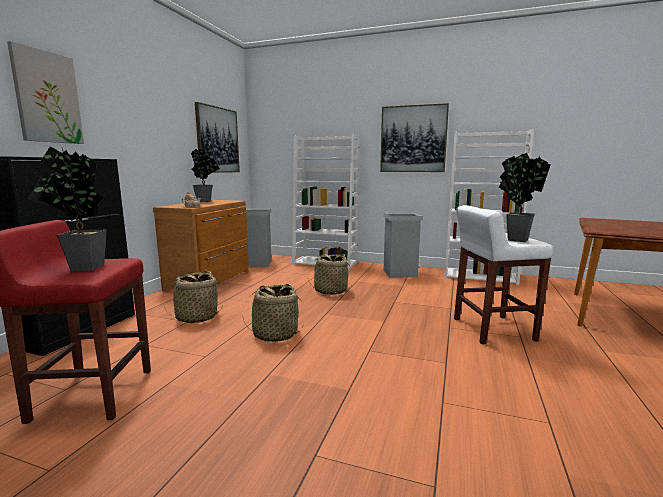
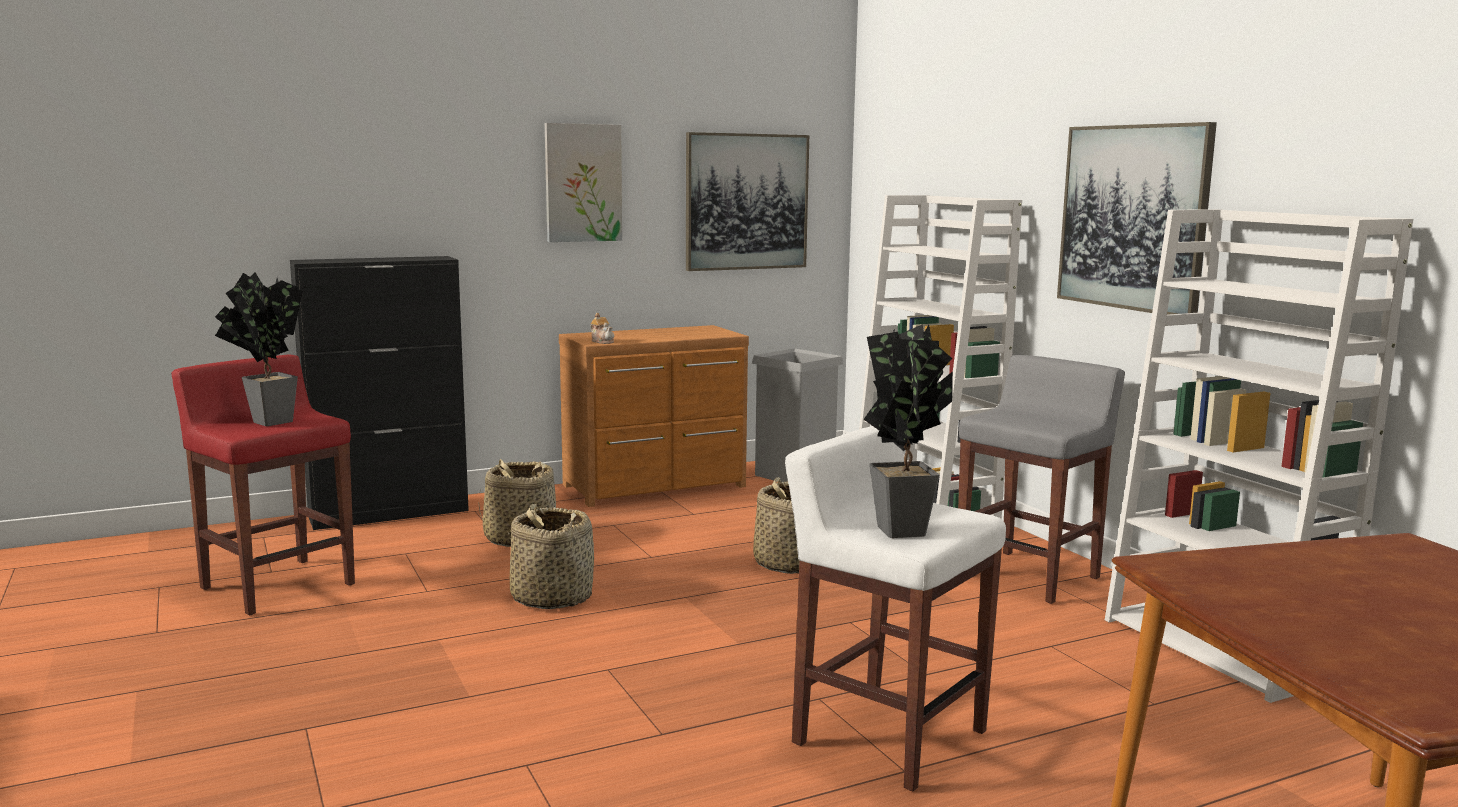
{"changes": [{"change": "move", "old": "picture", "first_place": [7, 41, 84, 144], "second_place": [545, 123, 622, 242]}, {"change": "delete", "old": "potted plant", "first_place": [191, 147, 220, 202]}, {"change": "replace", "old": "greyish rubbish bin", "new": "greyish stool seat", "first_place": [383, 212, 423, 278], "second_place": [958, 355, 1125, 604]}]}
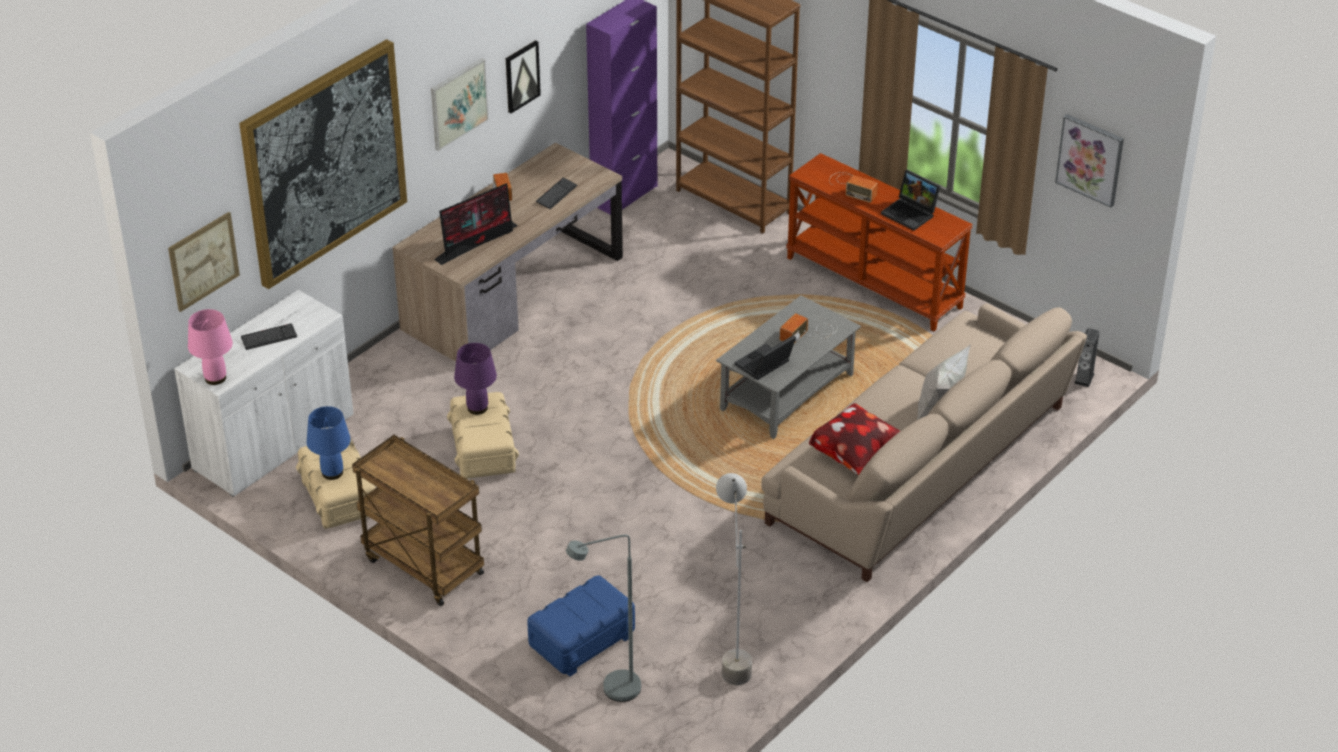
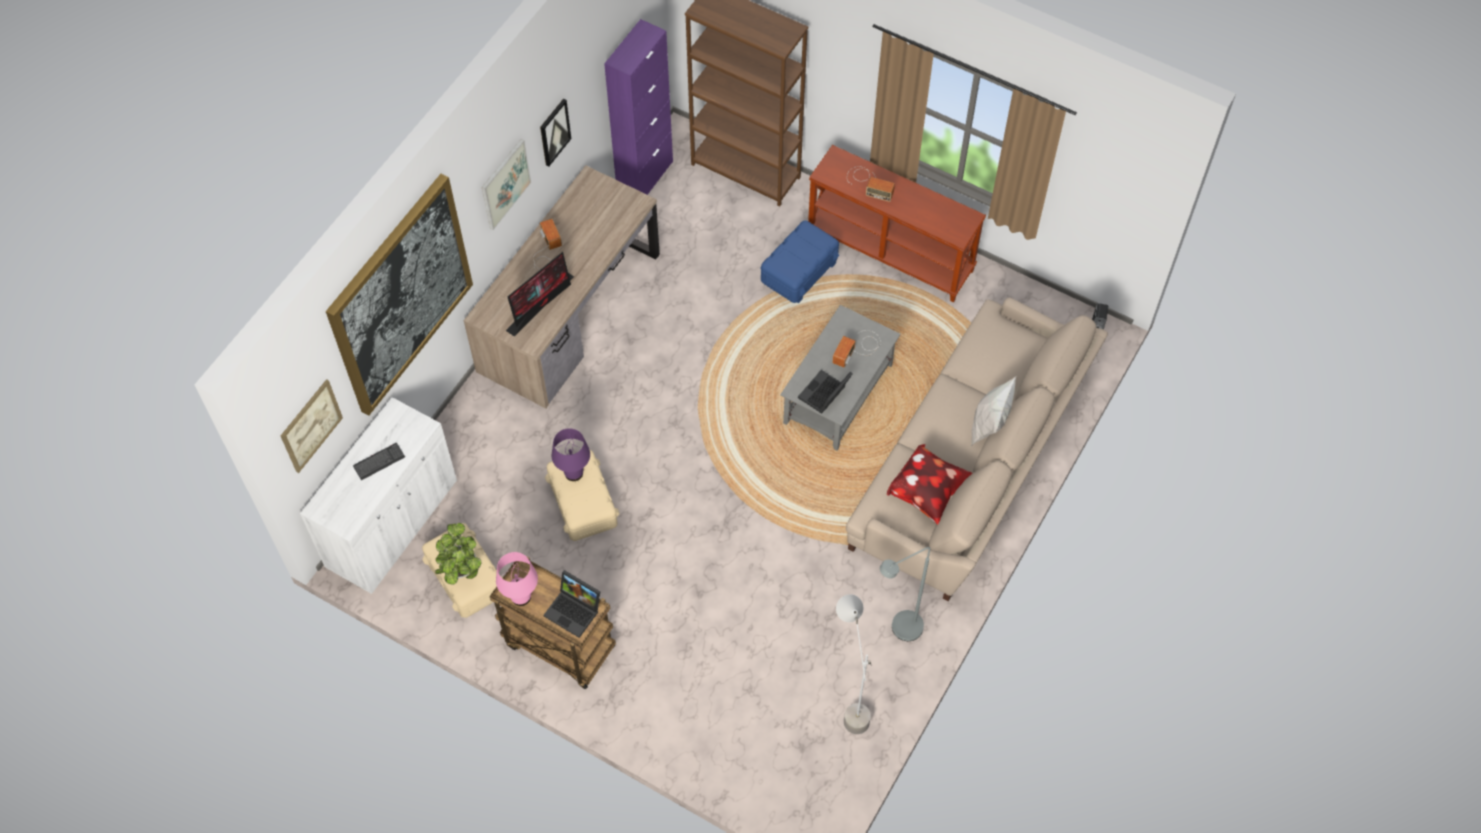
{"changes": [{"change": "delete", "old": "picture", "first_place": [1055, 114, 1124, 208]}, {"change": "move", "old": "notebook computer", "first_place": [881, 170, 941, 231], "second_place": [543, 570, 600, 638]}, {"change": "delete", "old": "keyboard", "first_place": [536, 178, 577, 209]}, {"change": "move", "old": "pink lamp for a table", "first_place": [188, 309, 233, 385], "second_place": [496, 552, 538, 606]}, {"change": "replace", "old": "blue lamp for a table", "new": "potted plant", "first_place": [307, 406, 351, 480], "second_place": [435, 523, 481, 585]}, {"change": "move", "old": "greyish standing lamp", "first_place": [566, 535, 641, 702], "second_place": [880, 547, 930, 641]}, {"change": "move", "old": "blue storage container", "first_place": [527, 575, 635, 677], "second_place": [760, 220, 839, 303]}]}
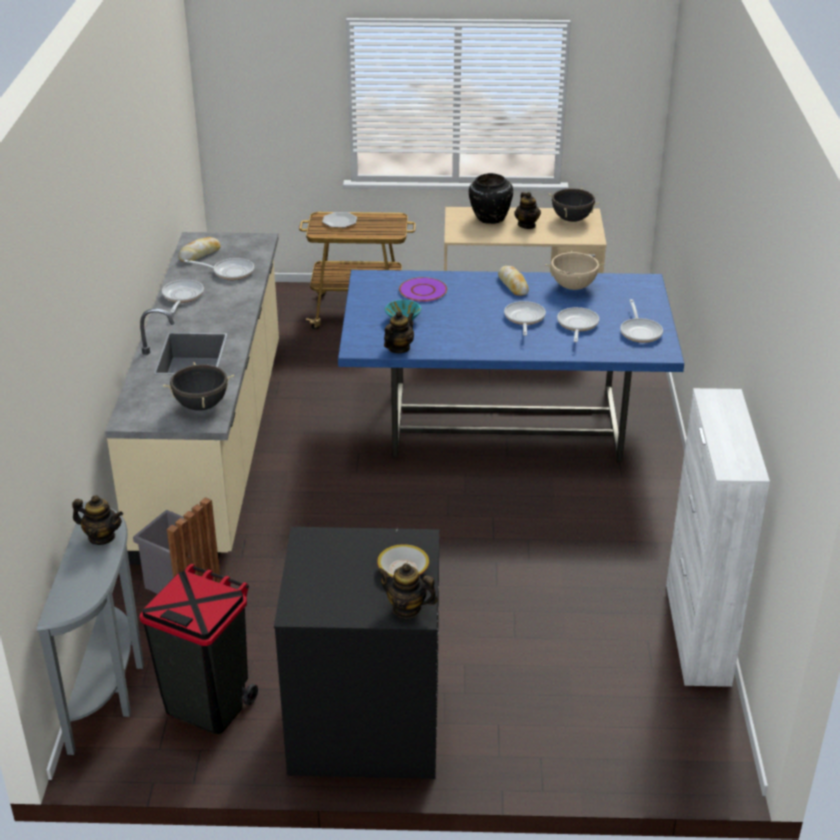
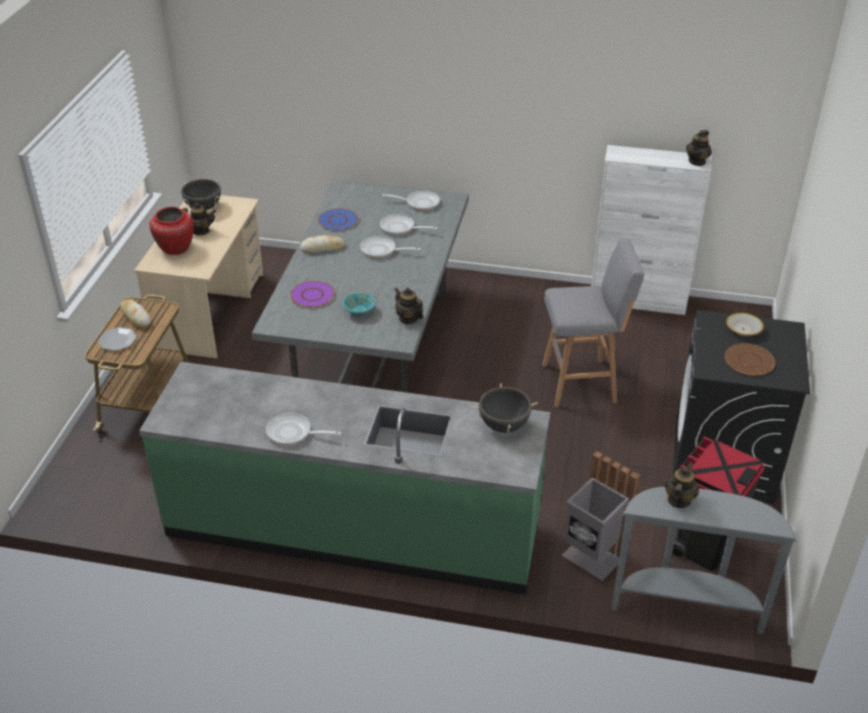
{"changes": [{"change": "recolor", "old": "black-coloured flower vase", "new": "red flower vase", "first_place": [469, 173, 513, 224], "second_place": [150, 207, 194, 255]}, {"change": "recolor", "old": "beige-coloured kitchen counter", "new": "green-coloured kitchen counter", "first_place": [105, 232, 279, 565], "second_place": [139, 362, 551, 595]}, {"change": "move", "old": "baked bread", "first_place": [179, 237, 221, 262], "second_place": [121, 300, 151, 327]}, {"change": "replace", "old": "beige-coloured stockpot", "new": "blue dinner plate", "first_place": [545, 250, 605, 290], "second_place": [318, 208, 358, 231]}, {"change": "delete", "old": "frying pan", "first_place": [184, 258, 254, 280]}, {"change": "recolor", "old": "blue dinner table", "new": "greyish dinner table", "first_place": [338, 270, 684, 462], "second_place": [252, 180, 469, 392]}, {"change": "move", "old": "tea pot", "first_place": [378, 563, 438, 618], "second_place": [686, 130, 712, 166]}, {"change": "insert", "new": "greyish stool seat", "second_place": [542, 238, 644, 407]}, {"change": "insert", "new": "brownish dinner plate", "second_place": [725, 344, 775, 376]}]}
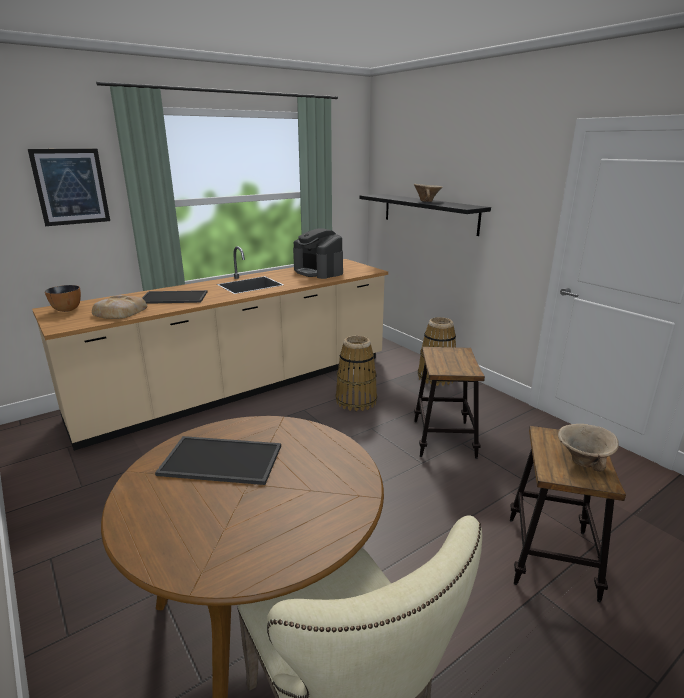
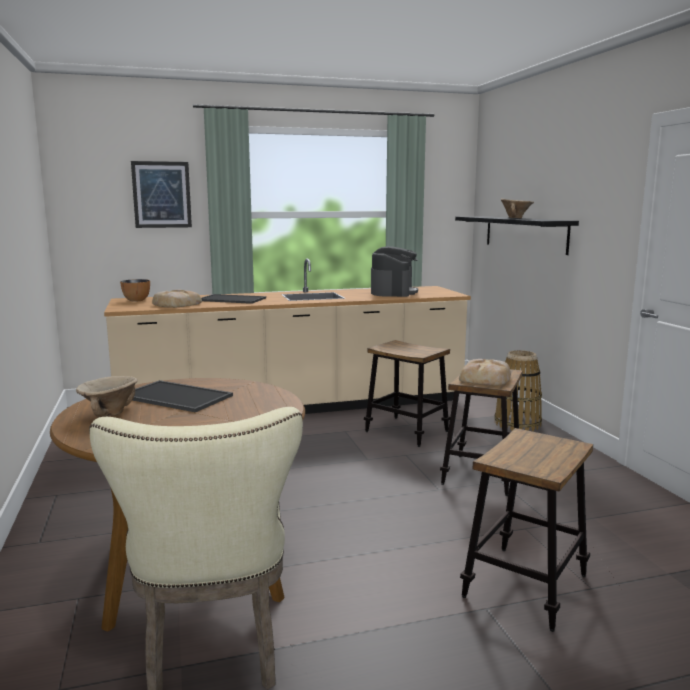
{"changes": [{"change": "rotate", "old": "coffee brewer", "first_place": [293, 228, 343, 279], "second_place": [371, 246, 418, 297], "degrees": -150}, {"change": "replace", "old": "storage basket", "new": "stool seat", "first_place": [335, 336, 377, 411], "second_place": [364, 340, 450, 447]}, {"change": "move", "old": "beige-coloured deep dish", "first_place": [558, 424, 619, 472], "second_place": [76, 376, 138, 417]}, {"change": "insert", "new": "baked bread", "second_place": [459, 359, 511, 386]}]}
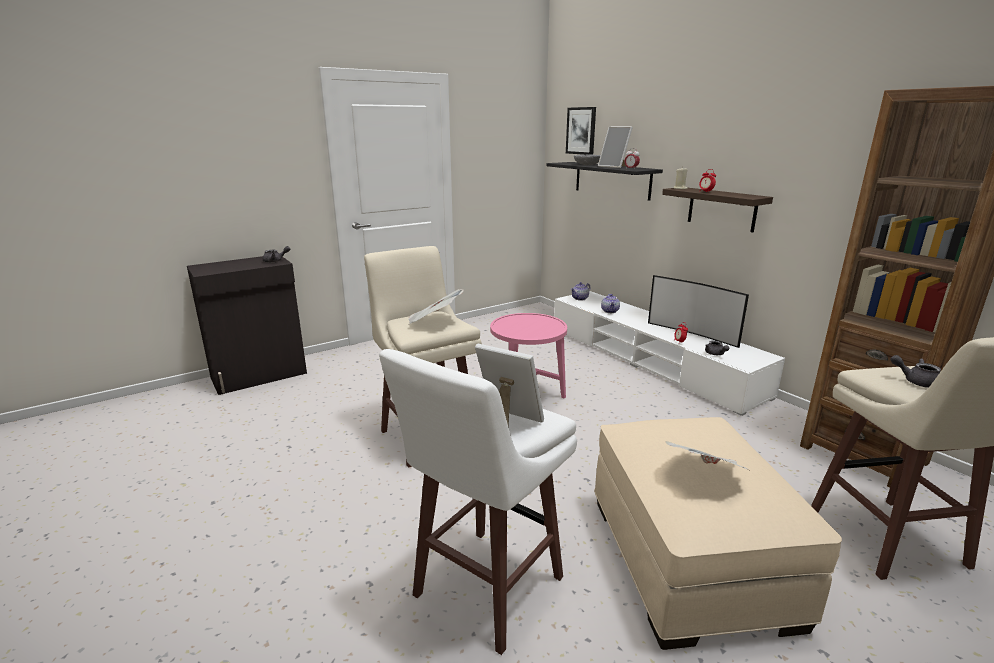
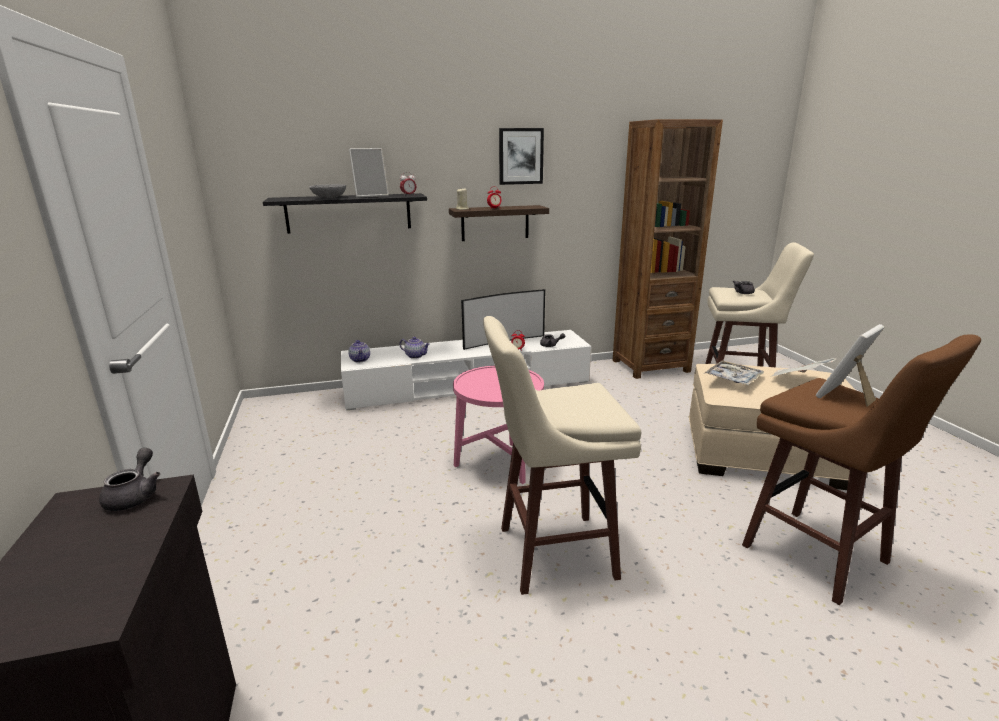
{"changes": [{"change": "move", "old": "picture", "first_place": [566, 107, 596, 155], "second_place": [499, 128, 544, 185]}, {"change": "delete", "old": "daily paper", "first_place": [408, 289, 463, 325]}, {"change": "recolor", "old": "whitish stool seat", "new": "brownish stool seat", "first_place": [379, 349, 577, 655], "second_place": [742, 334, 981, 605]}, {"change": "insert", "new": "serving tray", "second_place": [705, 361, 764, 385]}]}
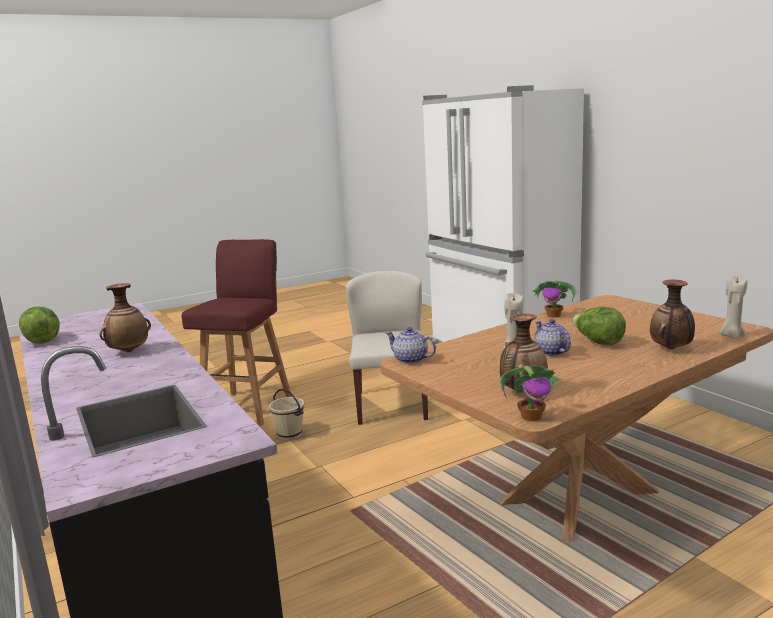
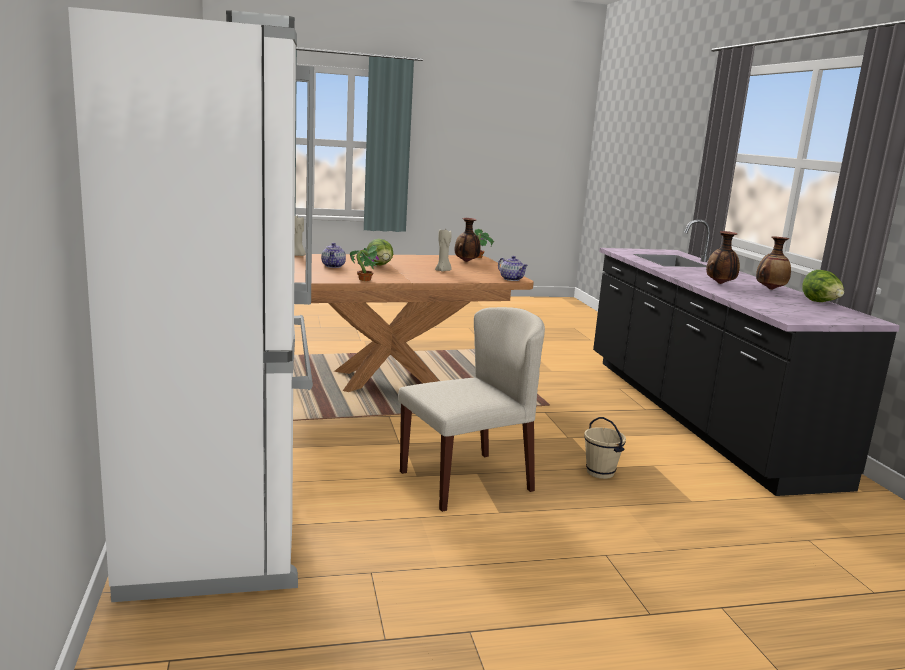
{"changes": [{"change": "delete", "old": "red stool seat", "first_place": [181, 239, 292, 426]}, {"change": "rotate", "old": "beige-coloured chair", "first_place": [346, 271, 428, 425], "second_place": [398, 307, 545, 512], "degrees": -135}, {"change": "move", "old": "flower vase", "first_place": [650, 279, 695, 349], "second_place": [756, 236, 791, 290]}, {"change": "move", "old": "tea pot", "first_place": [534, 319, 571, 356], "second_place": [321, 243, 346, 268]}]}
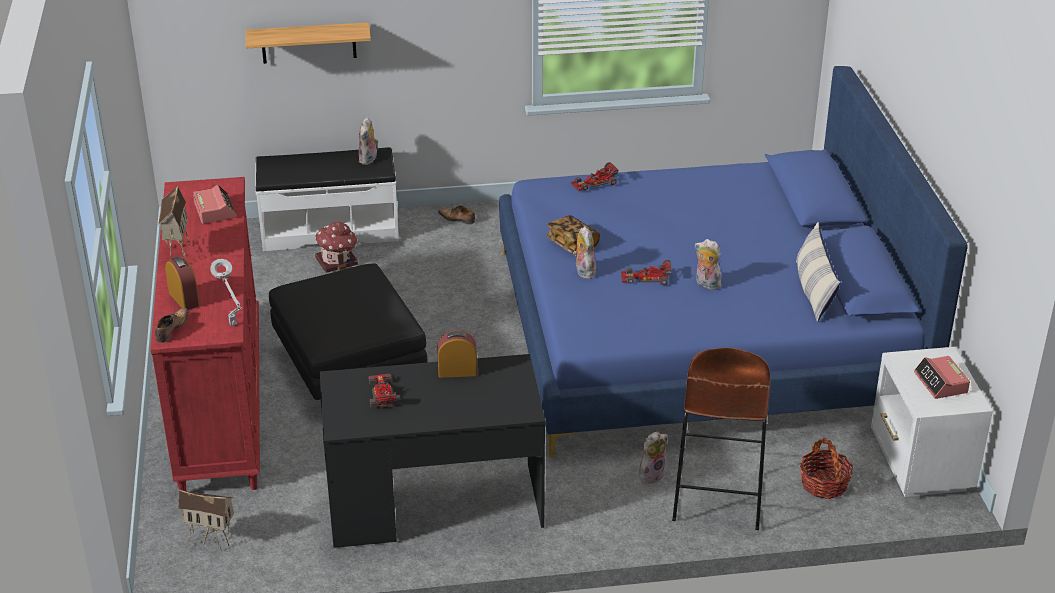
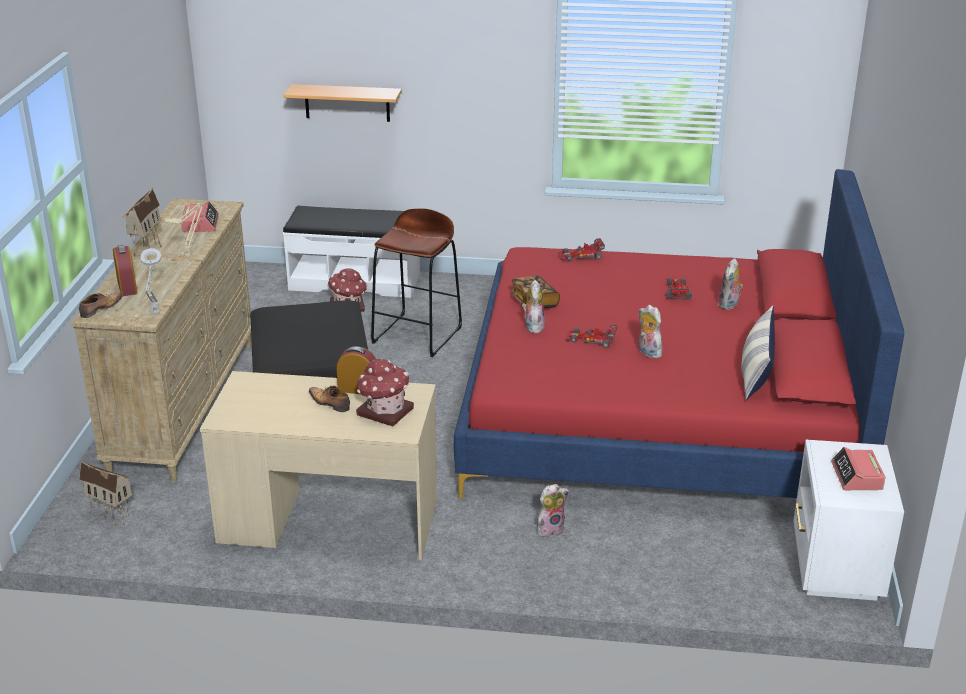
{"changes": [{"change": "recolor", "old": "blue bed", "new": "red bed", "first_place": [499, 66, 968, 458], "second_place": [454, 169, 904, 499]}, {"change": "move", "old": "soft toy", "first_place": [359, 117, 378, 165], "second_place": [718, 258, 743, 310]}, {"change": "recolor", "old": "red dresser", "new": "beige-coloured dresser", "first_place": [150, 177, 260, 491], "second_place": [71, 199, 251, 482]}, {"change": "move", "old": "item of footwear", "first_place": [438, 205, 475, 224], "second_place": [309, 386, 350, 412]}, {"change": "move", "old": "brownish stool seat", "first_place": [672, 347, 771, 530], "second_place": [371, 208, 462, 357]}, {"change": "recolor", "old": "black-coloured desk table", "new": "beige-coloured desk table", "first_place": [320, 354, 545, 548], "second_place": [200, 371, 437, 560]}, {"change": "move", "old": "toy car", "first_place": [368, 373, 401, 408], "second_place": [666, 278, 692, 300]}, {"change": "delete", "old": "storage basket", "first_place": [800, 438, 853, 499]}, {"change": "insert", "new": "beige-coloured lamp for a table", "second_place": [163, 203, 203, 256]}, {"change": "insert", "new": "model house", "second_place": [356, 358, 414, 426]}]}
